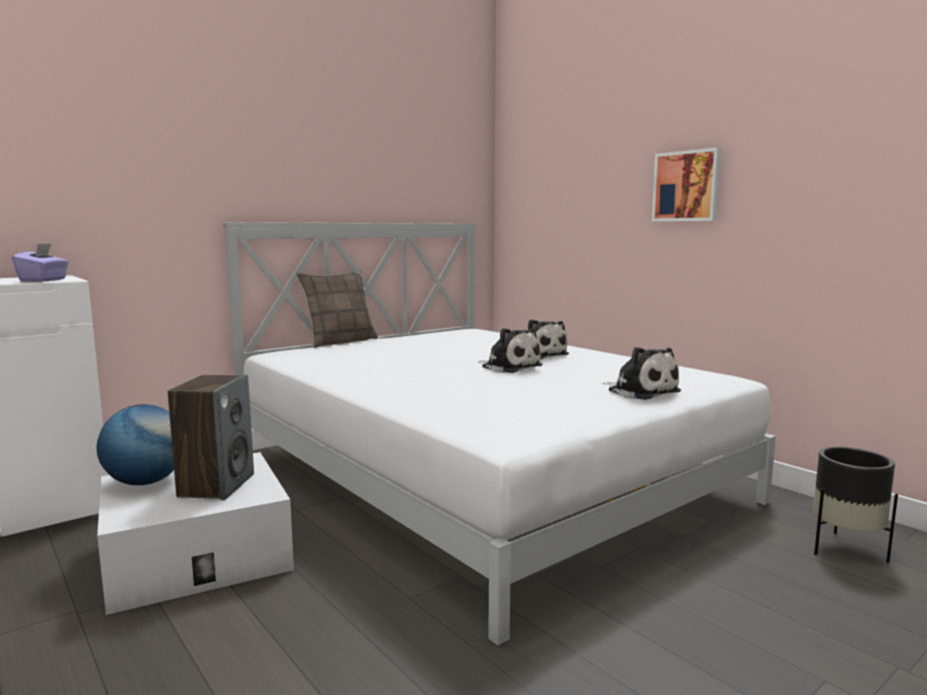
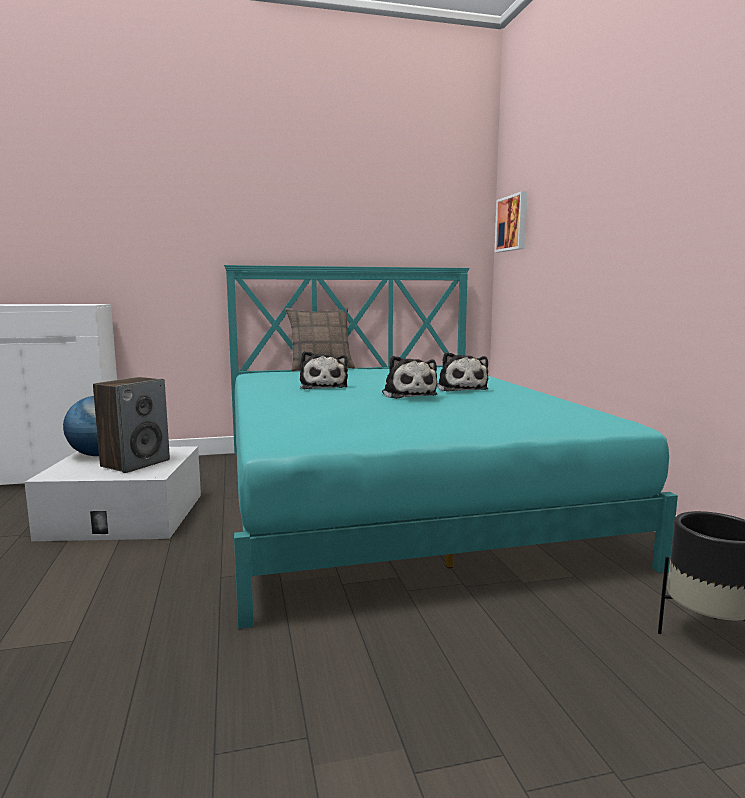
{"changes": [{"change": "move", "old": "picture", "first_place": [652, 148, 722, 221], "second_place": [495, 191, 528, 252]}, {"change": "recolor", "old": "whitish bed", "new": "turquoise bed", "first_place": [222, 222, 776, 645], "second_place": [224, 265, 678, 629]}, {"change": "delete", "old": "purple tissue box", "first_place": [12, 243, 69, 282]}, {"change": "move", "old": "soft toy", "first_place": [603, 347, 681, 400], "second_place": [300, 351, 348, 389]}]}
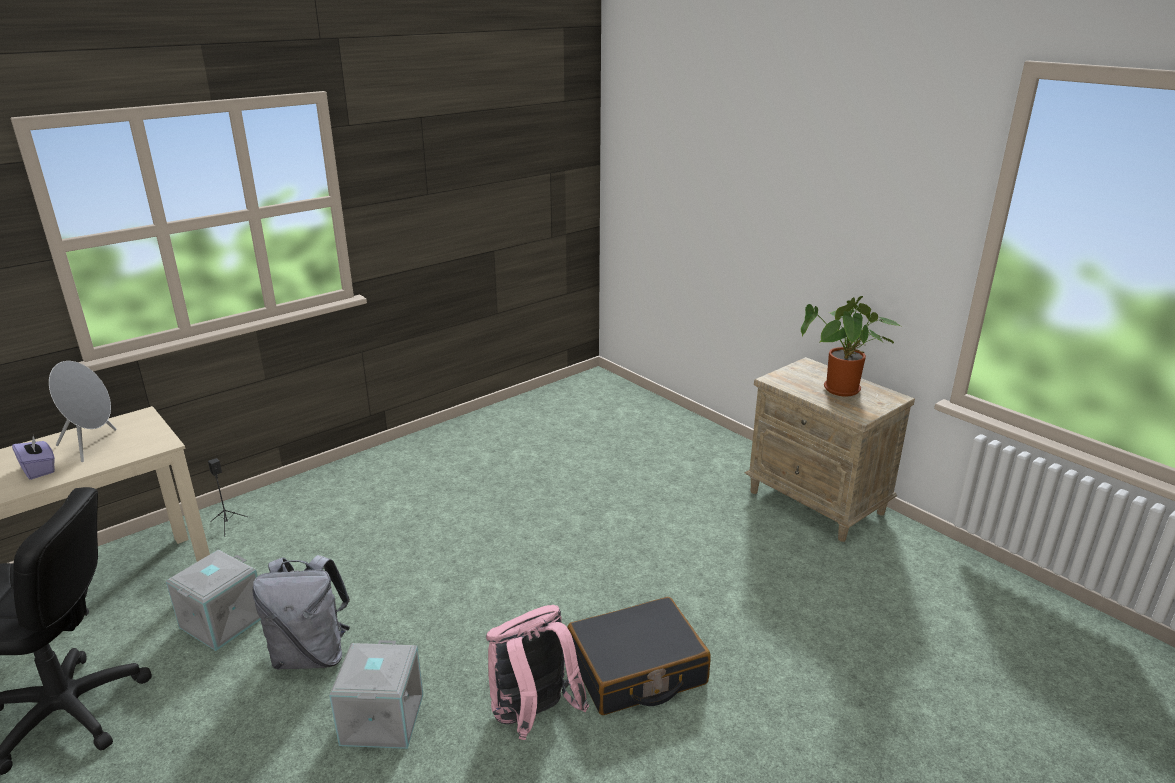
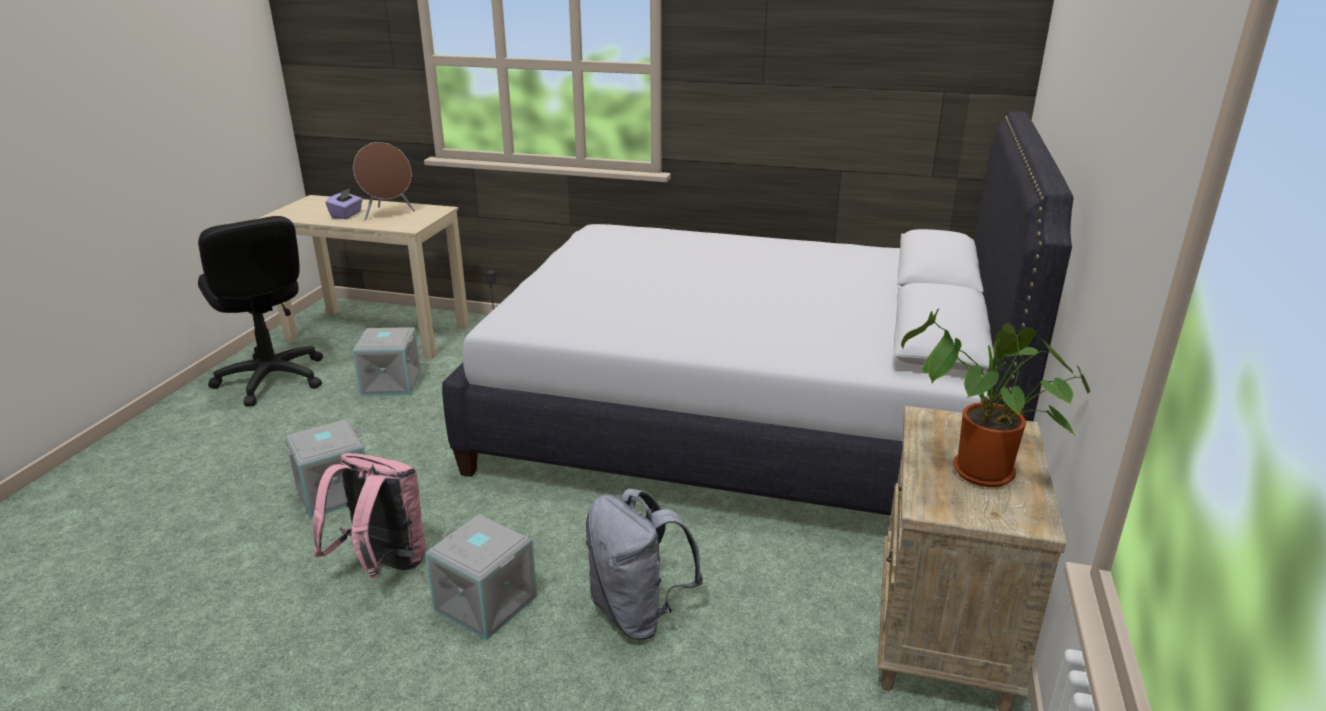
{"changes": [{"change": "recolor", "old": "greyish loudspeaker", "new": "brownish loudspeaker", "first_place": [49, 361, 117, 462], "second_place": [353, 142, 415, 220]}, {"change": "move", "old": "greyish knapsack", "first_place": [252, 555, 350, 670], "second_place": [586, 488, 703, 640]}, {"change": "replace", "old": "black-coloured suitcase", "new": "greyish storage container", "first_place": [568, 597, 711, 715], "second_place": [425, 514, 537, 640]}, {"change": "insert", "new": "whitish bed", "second_place": [442, 112, 1074, 516]}]}
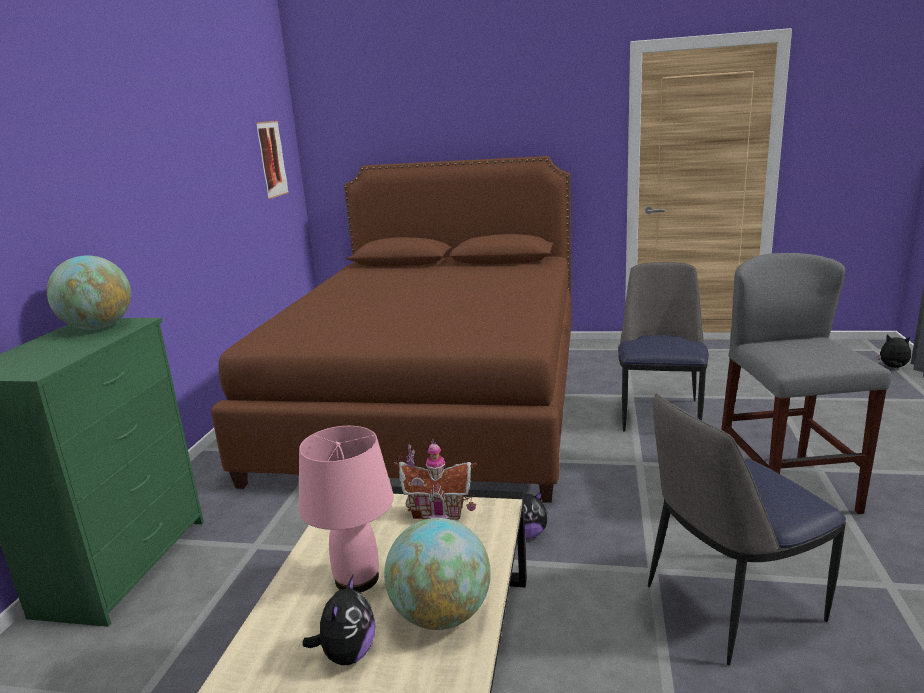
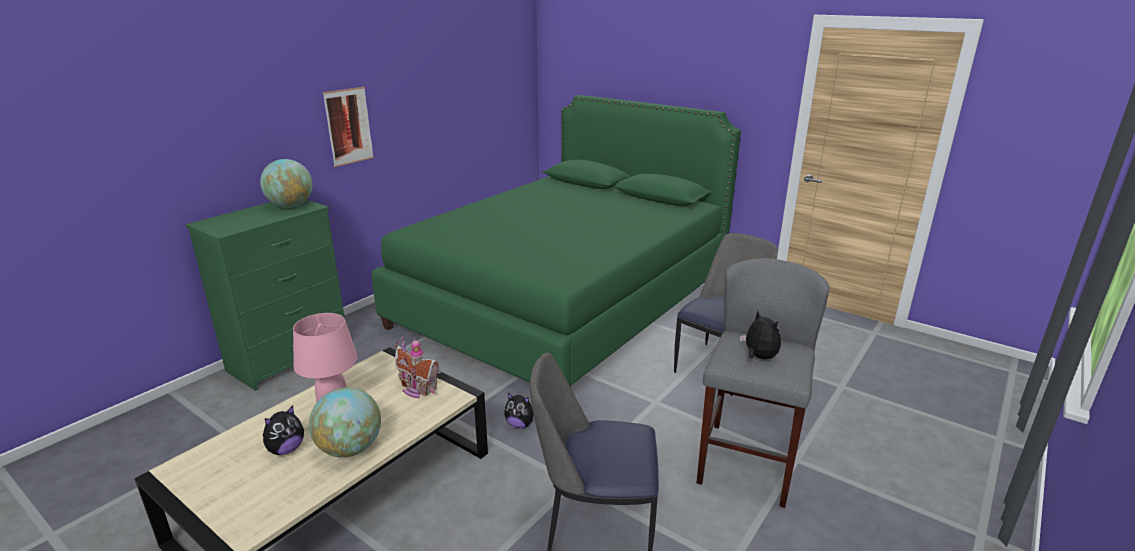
{"changes": [{"change": "move", "old": "picture", "first_place": [256, 121, 289, 199], "second_place": [323, 87, 374, 167]}, {"change": "recolor", "old": "brownish bed", "new": "green-coloured bed", "first_place": [211, 156, 572, 503], "second_place": [371, 95, 741, 388]}, {"change": "move", "old": "soft toy", "first_place": [877, 334, 911, 368], "second_place": [740, 311, 781, 359]}]}
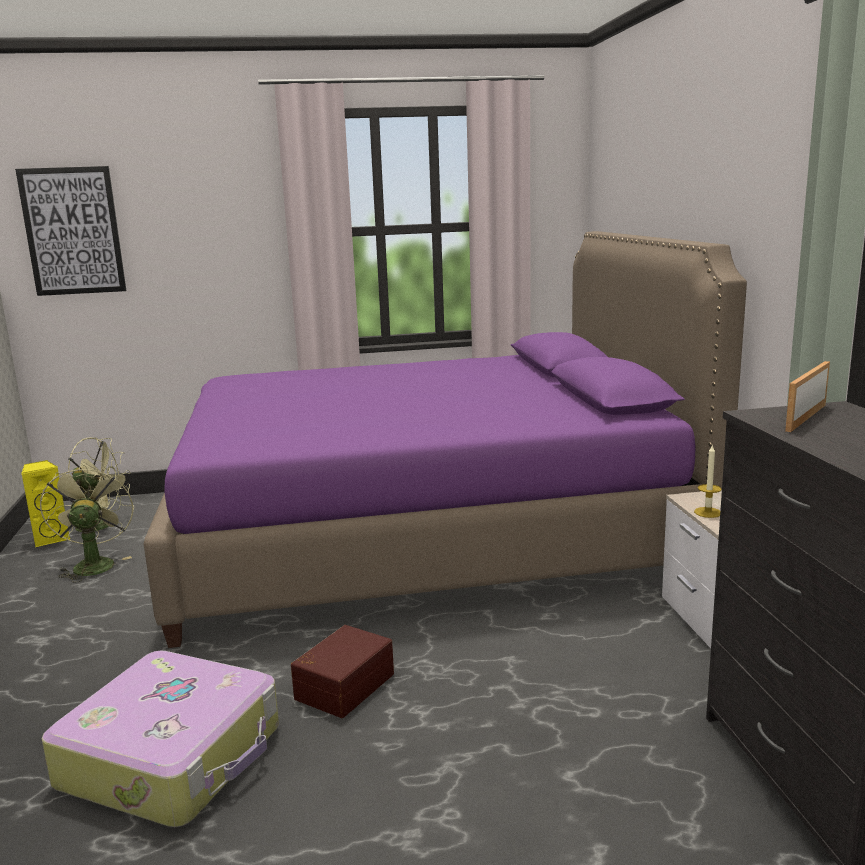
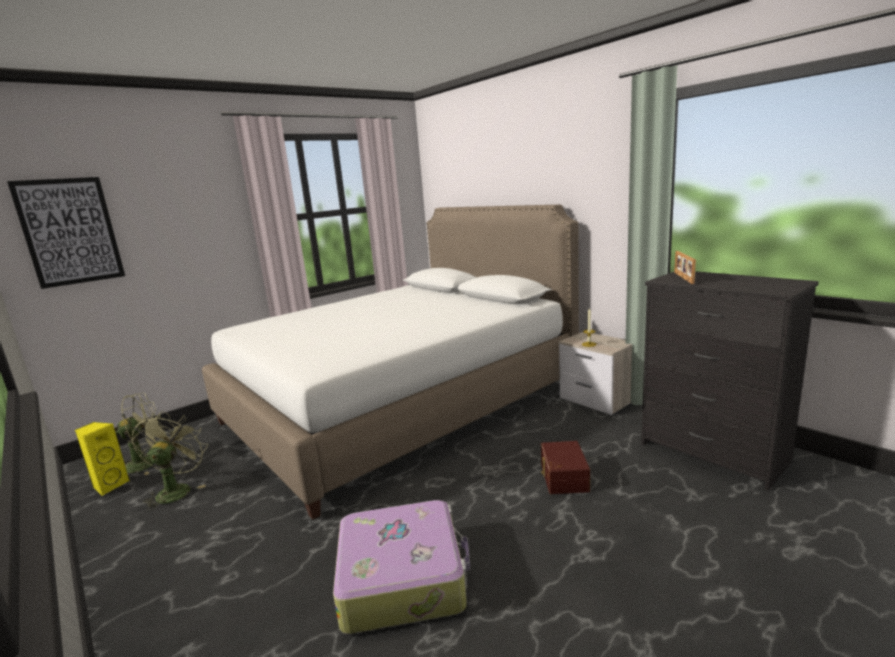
{"changes": [{"change": "recolor", "old": "purple bed", "new": "whitish bed", "first_place": [144, 231, 747, 648], "second_place": [202, 205, 579, 520]}, {"change": "rotate", "old": "green-coloured electric fan", "first_place": [40, 463, 134, 583], "second_place": [131, 411, 208, 510], "degrees": 45}, {"change": "move", "old": "brownish storage container", "first_place": [291, 625, 394, 718], "second_place": [541, 441, 590, 494]}]}
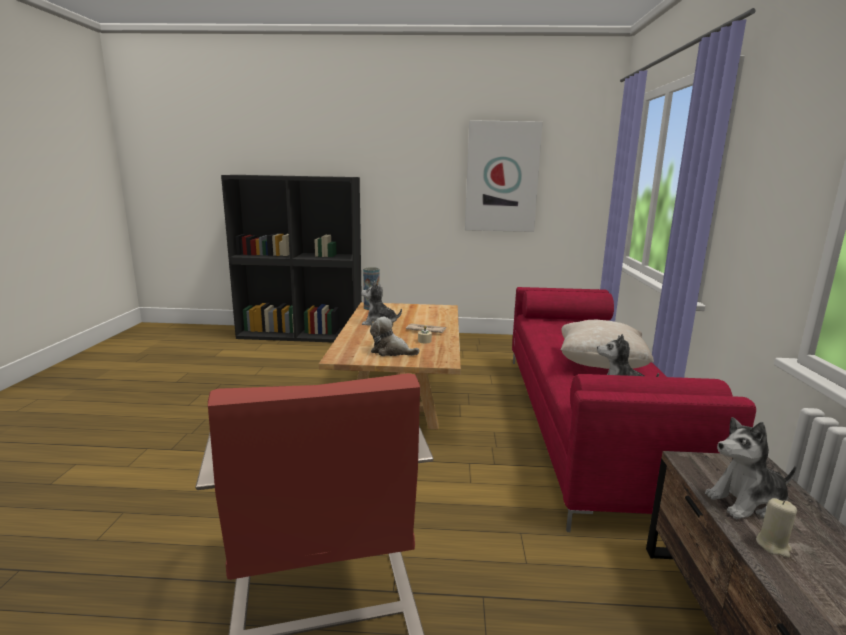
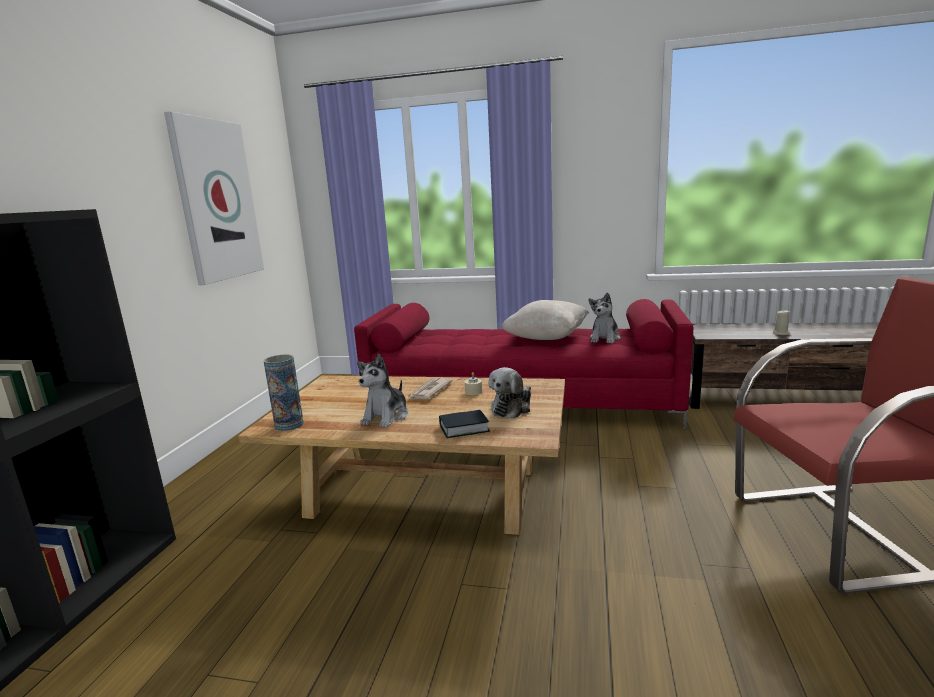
{"changes": [{"change": "delete", "old": "soft toy", "first_place": [705, 417, 796, 519]}, {"change": "insert", "new": "book", "second_place": [439, 410, 490, 438]}]}
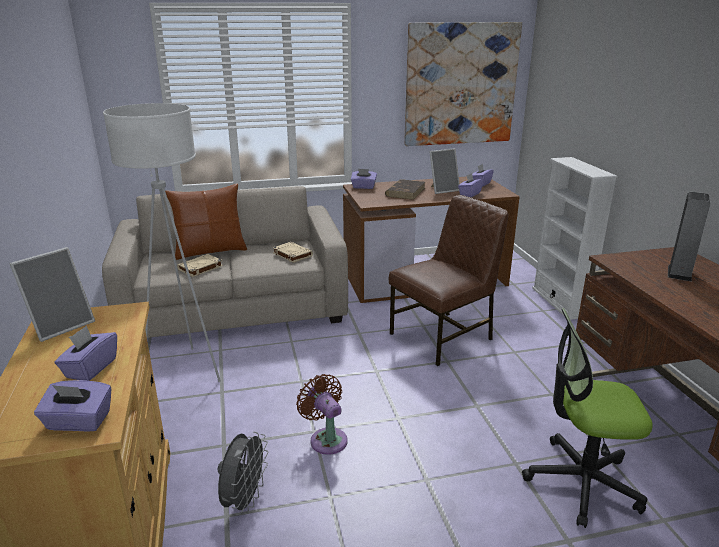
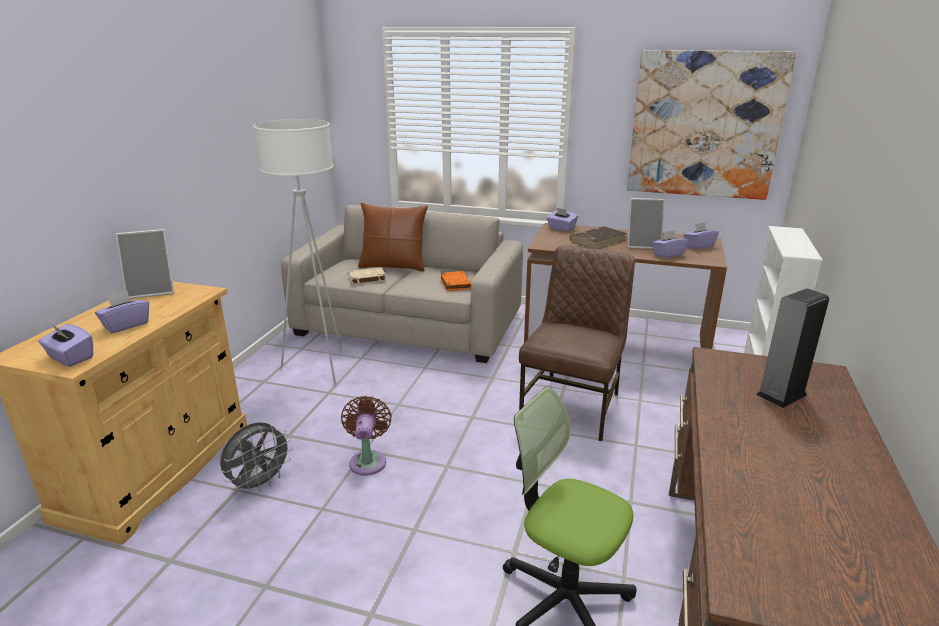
{"changes": [{"change": "rotate", "old": "brownish chair", "first_place": [389, 195, 508, 366], "second_place": [519, 245, 635, 441], "degrees": -60}, {"change": "recolor", "old": "beige-coloured book", "new": "orange-coloured book", "first_place": [273, 242, 313, 263], "second_place": [440, 271, 471, 291]}]}
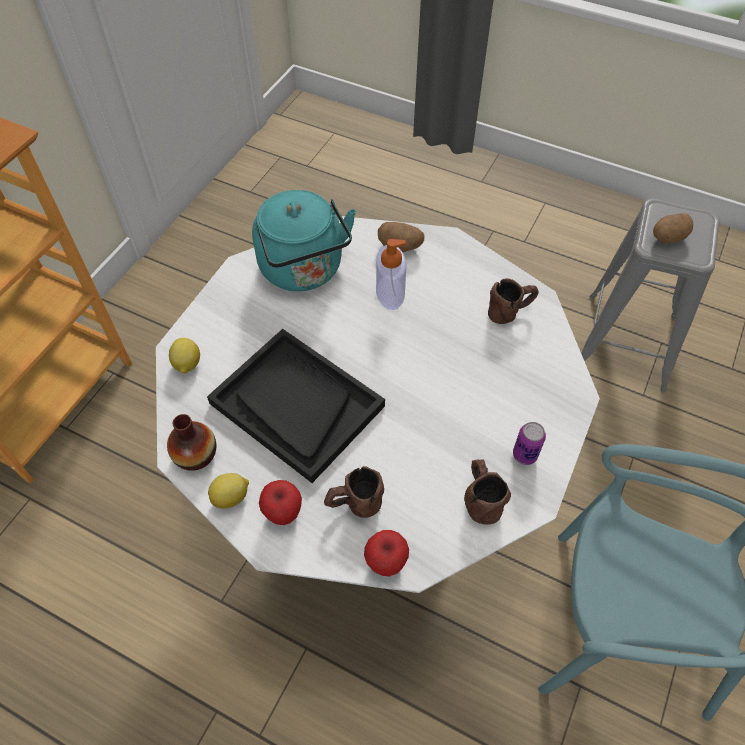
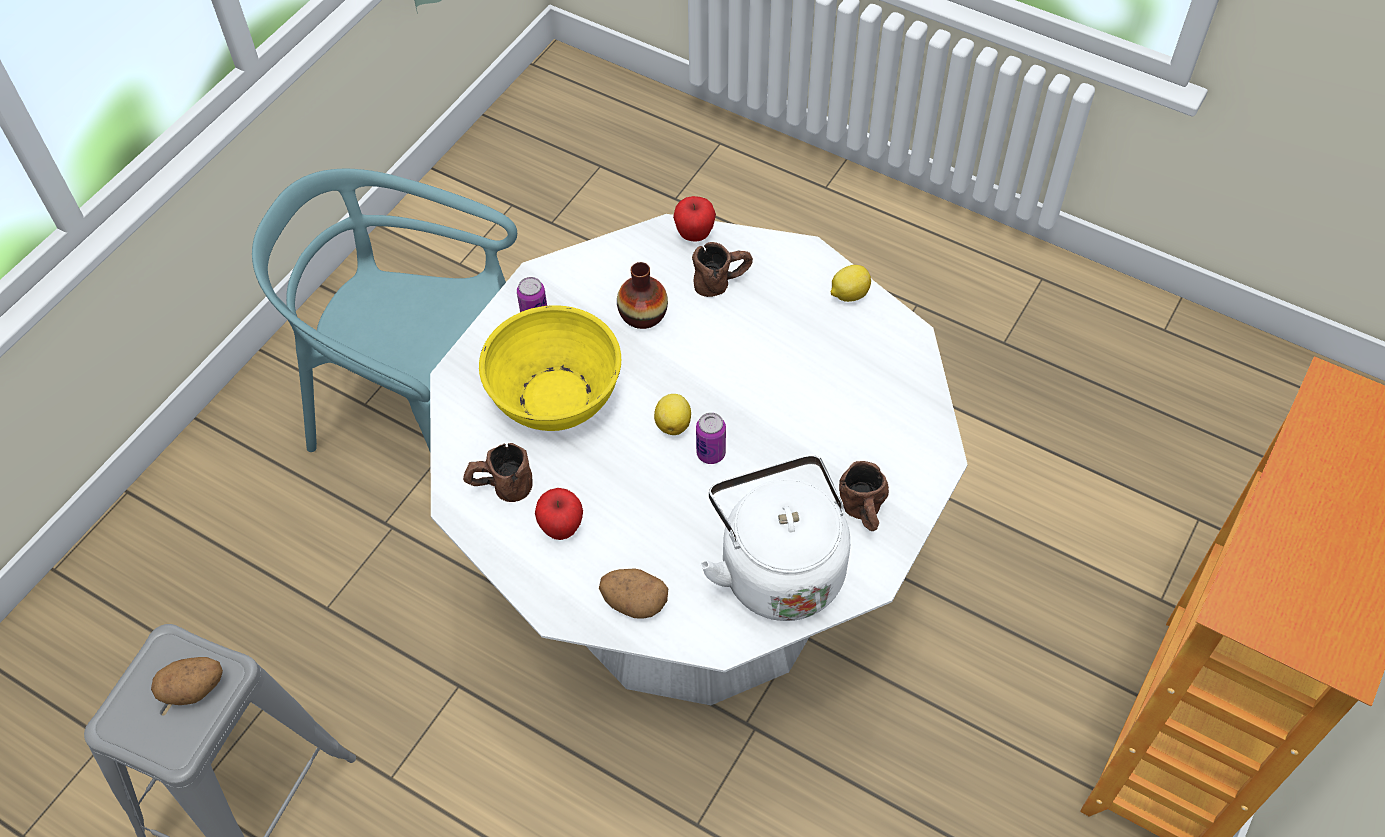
{"changes": [{"change": "recolor", "old": "turquoise kettle", "new": "whitish kettle", "first_place": [252, 190, 356, 291], "second_place": [700, 455, 850, 621]}, {"change": "delete", "old": "liquid soap bottle", "first_place": [376, 239, 406, 310]}, {"change": "delete", "old": "black-coloured serving tray", "first_place": [207, 329, 385, 483]}, {"change": "move", "old": "whole lemon", "first_place": [169, 338, 200, 374], "second_place": [654, 394, 691, 435]}, {"change": "move", "old": "flower vase", "first_place": [167, 414, 216, 471], "second_place": [617, 262, 668, 329]}, {"change": "move", "old": "brownish coffee mug", "first_place": [464, 460, 511, 525], "second_place": [839, 461, 889, 531]}, {"change": "move", "old": "apple", "first_place": [259, 480, 302, 525], "second_place": [535, 488, 583, 540]}, {"change": "insert", "new": "yellowish deep dish", "second_place": [479, 305, 621, 431]}, {"change": "insert", "new": "metal can", "second_place": [696, 413, 726, 464]}]}
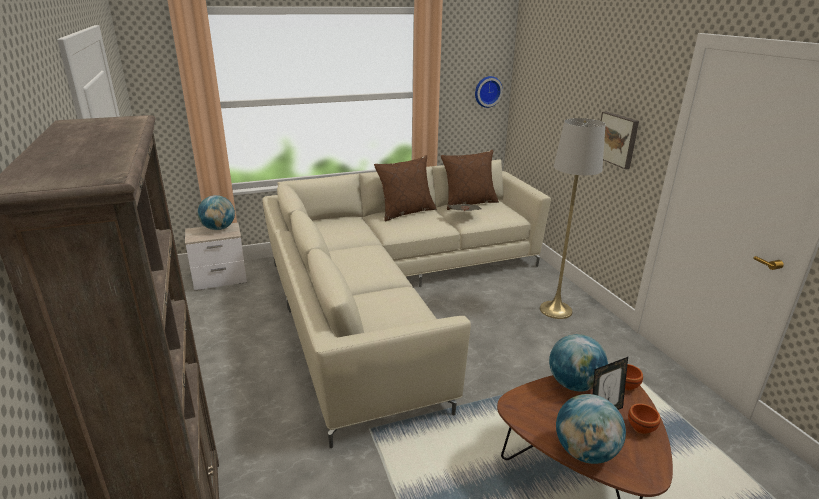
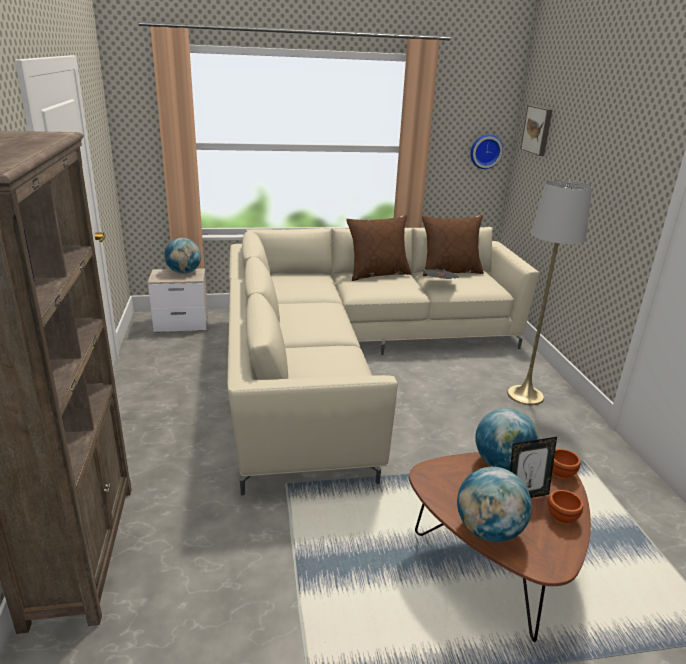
{"changes": [{"change": "move", "old": "picture", "first_place": [601, 112, 639, 169], "second_place": [521, 105, 552, 156]}]}
